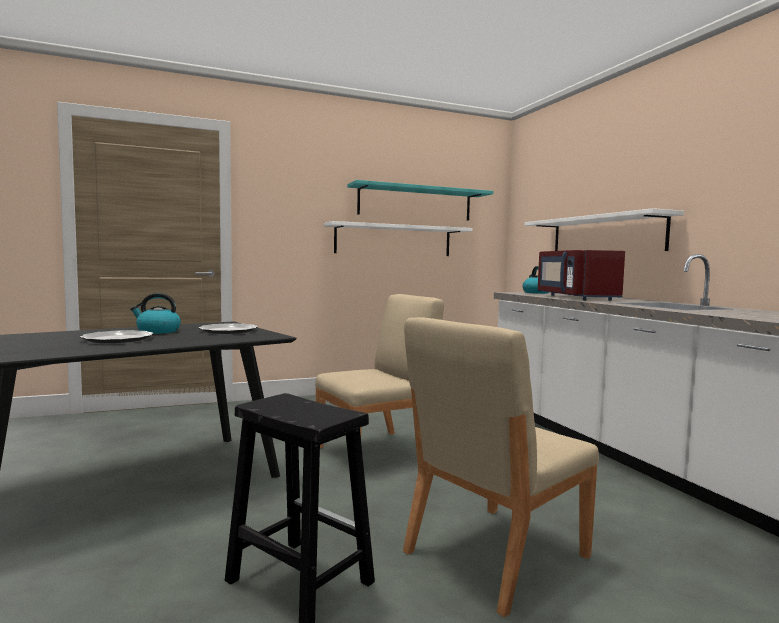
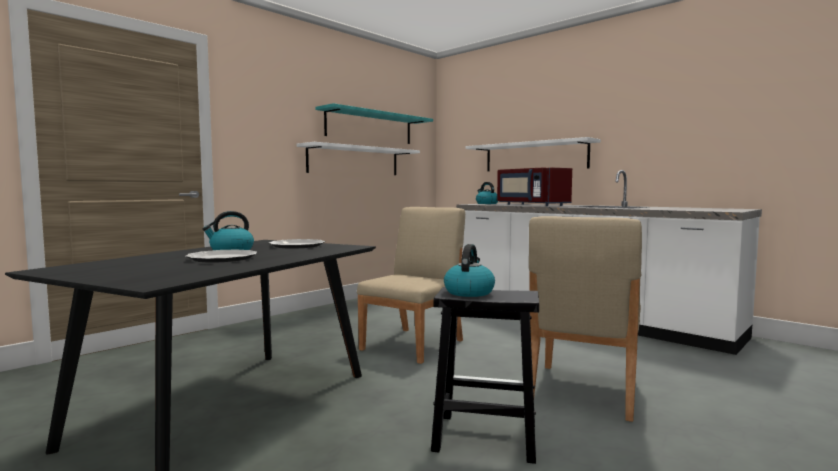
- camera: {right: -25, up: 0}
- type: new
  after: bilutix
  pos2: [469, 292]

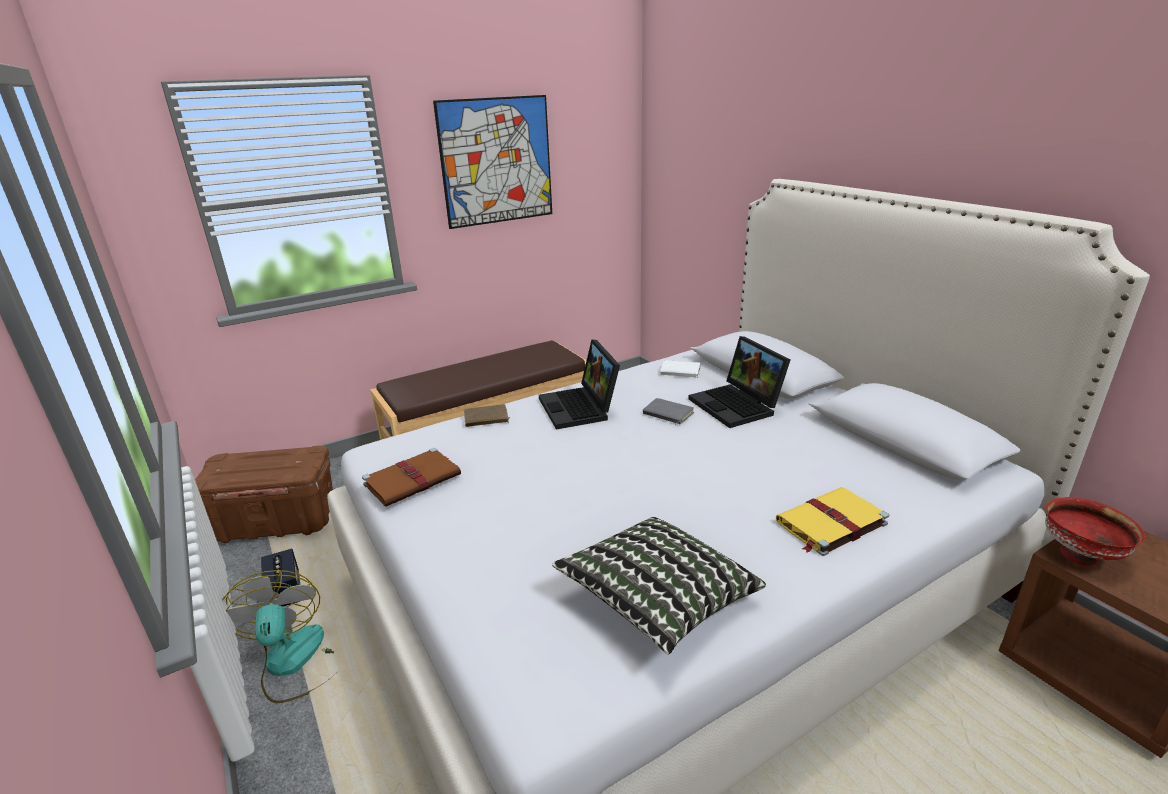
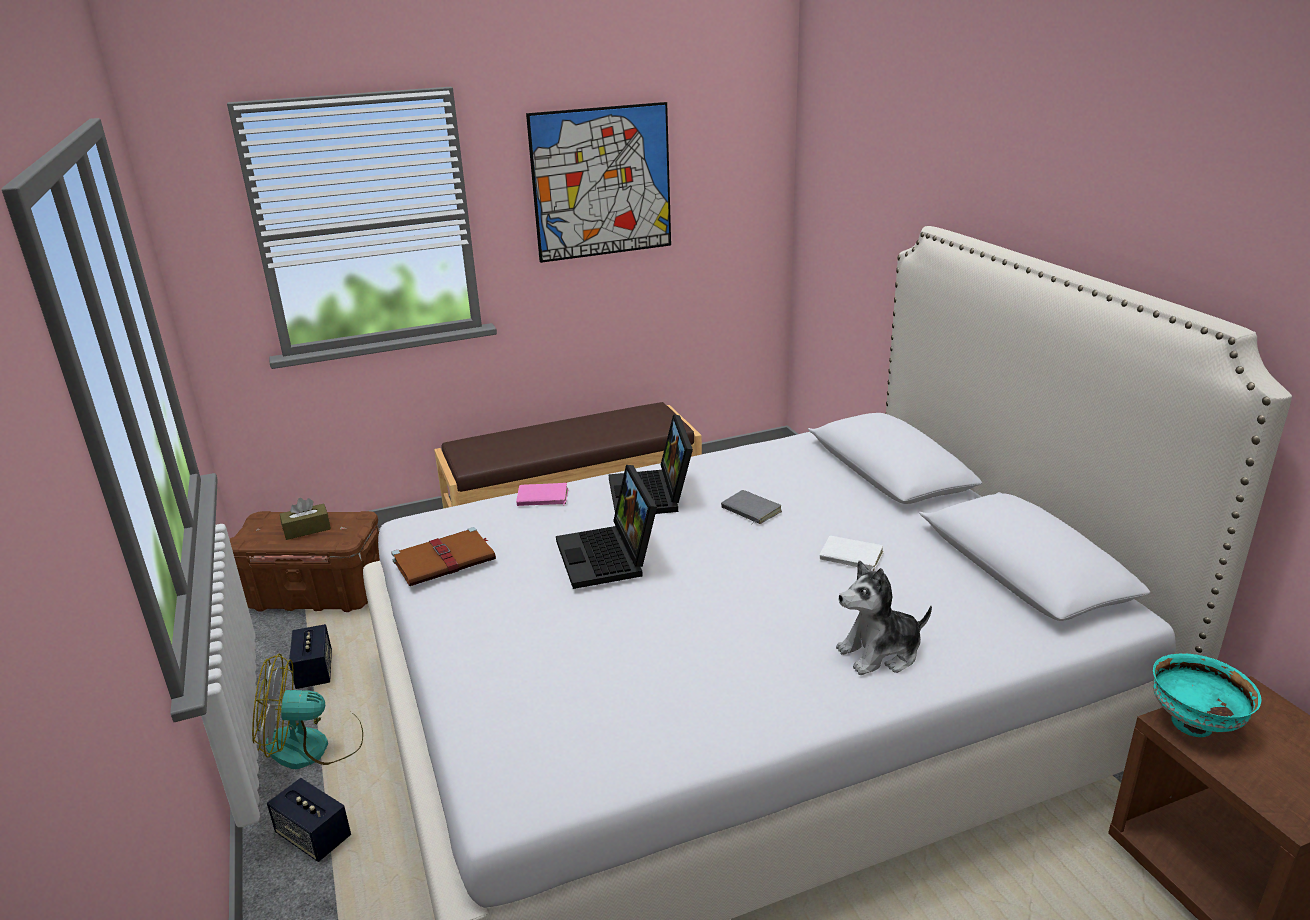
- camera: {right: 10, up: 0}
- type: rotated
  before: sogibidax
  pos1: [295, 663]
  pos2: [313, 746]
  turn: -90
- type: repainted
  before: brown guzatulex
  after: pink guzatulex
  pos1: [486, 419]
  pos2: [542, 498]
- type: gone
  before: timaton
  pos1: [657, 600]
- type: shifted
  before: white guzatulex
  pos1: [680, 372]
  pos2: [850, 557]
- type: shifted
  before: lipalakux
  pos1: [738, 406]
  pos2: [609, 557]
- type: swapped
  before: yellow guzatulex
  after: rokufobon
  pos1: [830, 523]
  pos2: [880, 653]
- type: repainted
  before: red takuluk
  after: turquoise takuluk
  pos1: [1079, 555]
  pos2: [1194, 724]
- type: new
  after: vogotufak
  pos2: [314, 836]
- type: new
  after: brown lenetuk
  pos2: [307, 529]

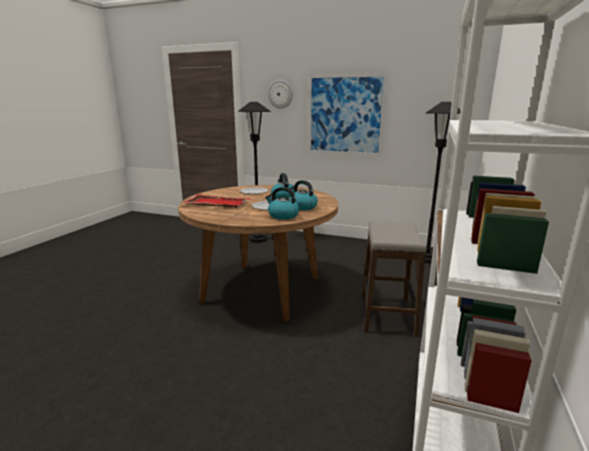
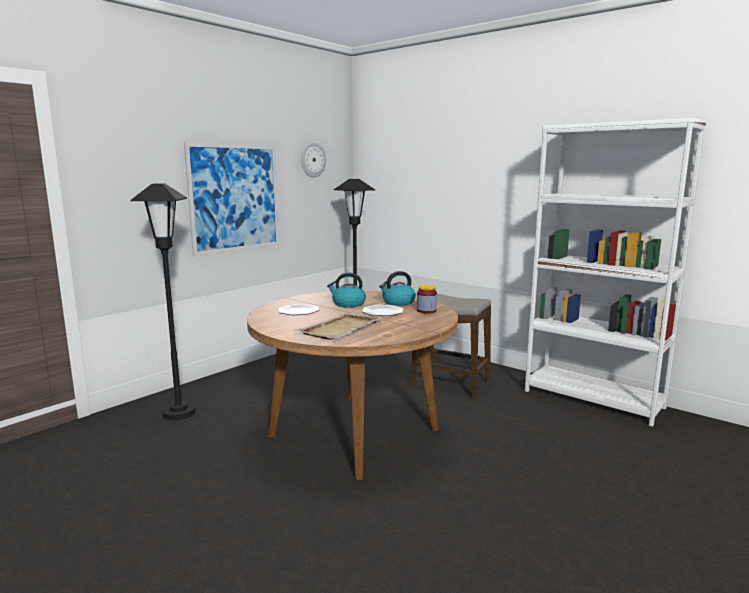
- camera: {right: -70, up: -5}
- type: repainted
  before: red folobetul
  after: beige folobetul
  pos1: [216, 203]
  pos2: [339, 329]
- type: swapped
  before: bilutix
  after: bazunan
  pos1: [282, 216]
  pos2: [426, 311]
- type: shifted
  before: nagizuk
  pos1: [280, 94]
  pos2: [312, 160]

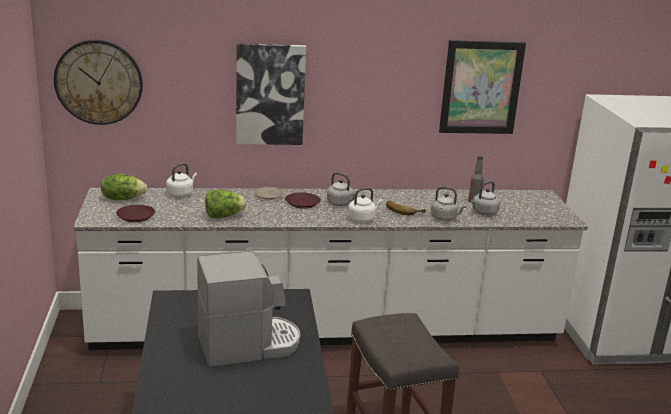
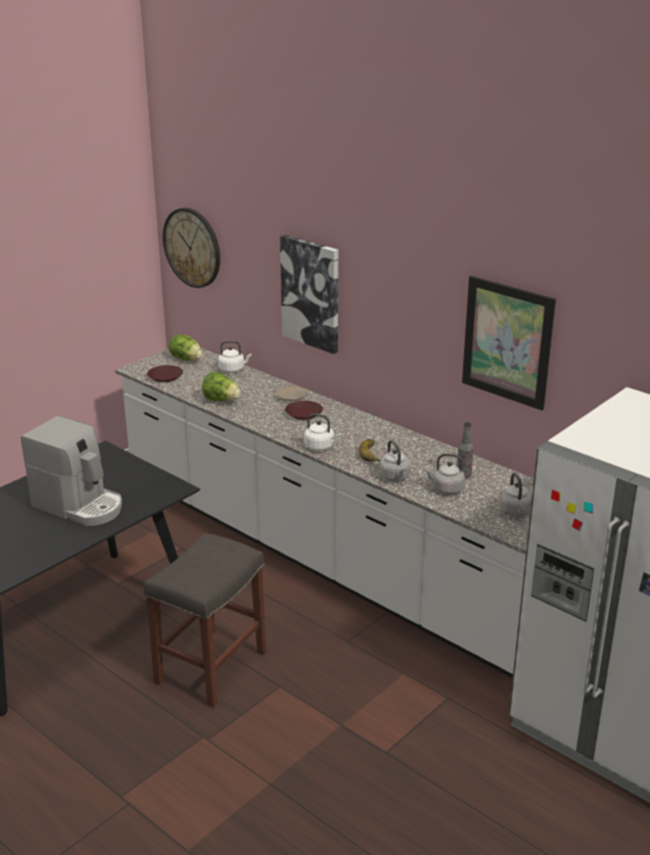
- camera: {right: 50, up: 5}
- type: shifted
  before: grey bilutix
  pos1: [341, 204]
  pos2: [515, 512]

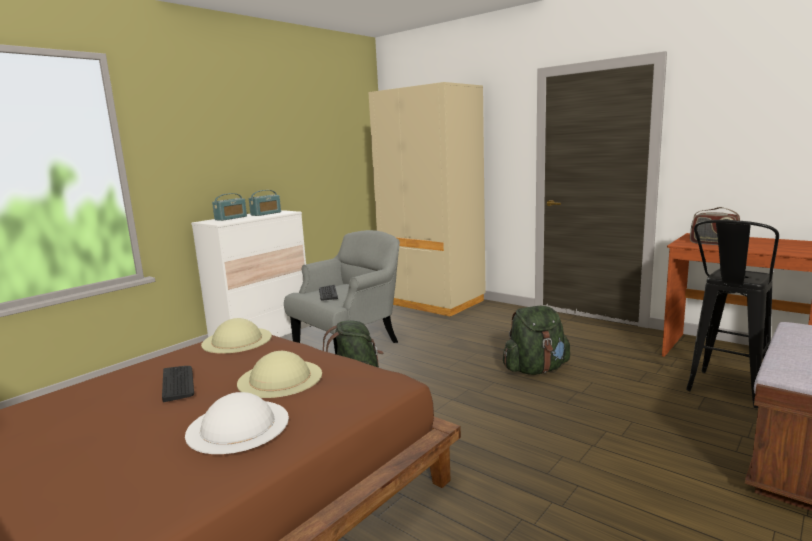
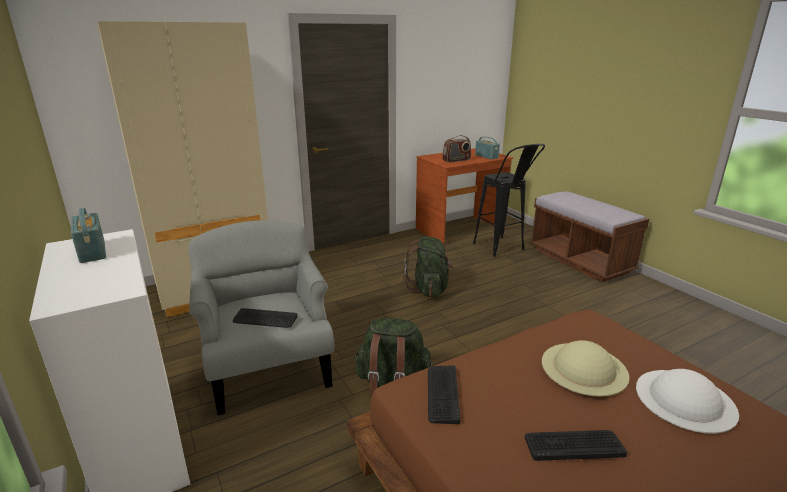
- camera: {right: -70, up: 10}
- type: swapped
  before: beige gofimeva
  after: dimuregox
  pos1: [237, 340]
  pos2: [442, 394]
- type: shifted
  before: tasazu
  pos1: [231, 218]
  pos2: [486, 156]

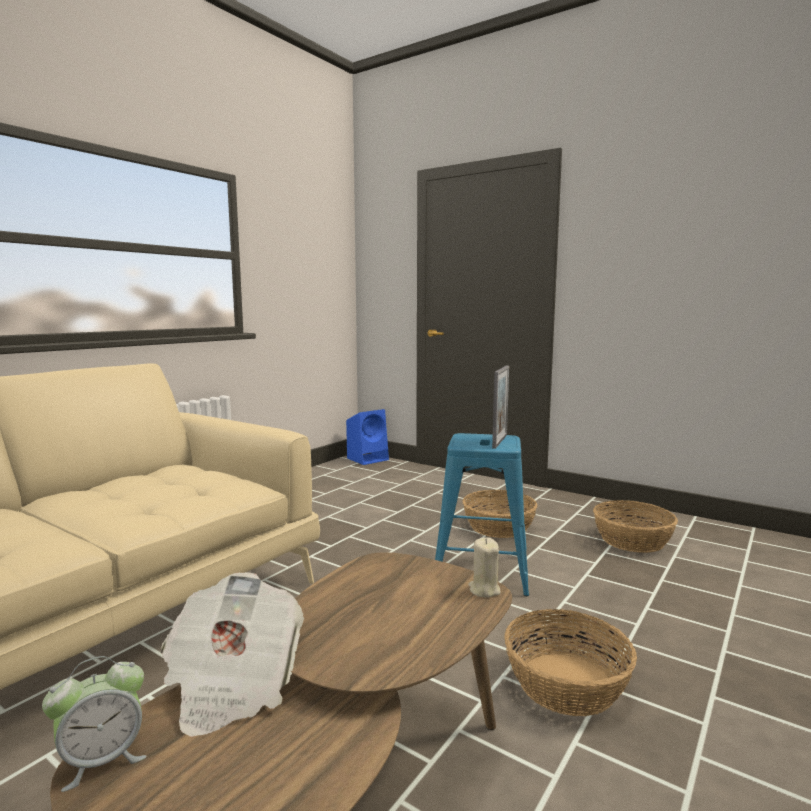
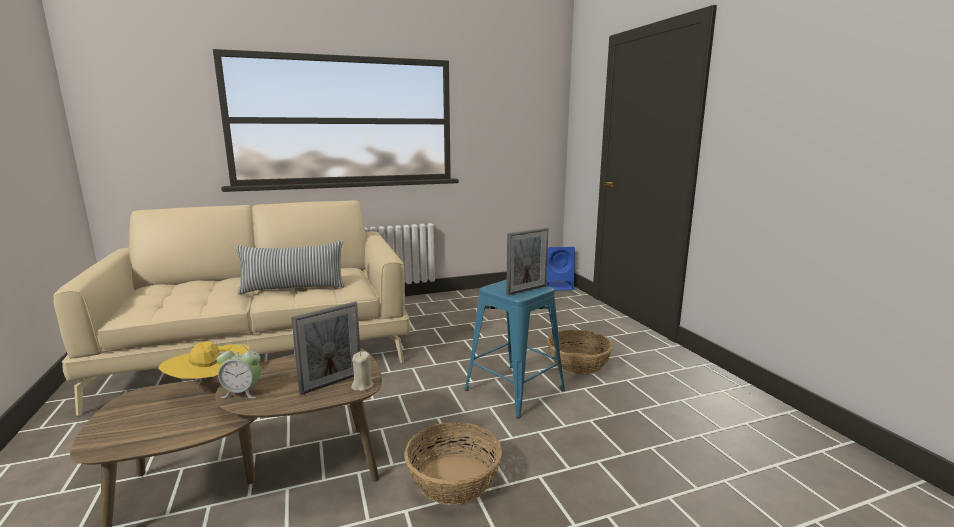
- camera: {right: 35, up: 5}
- type: shifted
  before: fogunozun
  pos1: [102, 760]
  pos2: [242, 393]
- type: swapped
  before: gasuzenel
  after: yellow gofimeva
  pos1: [232, 683]
  pos2: [210, 387]
- type: gone
  before: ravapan
  pos1: [633, 540]
- type: new
  after: timaton
  pos2: [293, 288]
- type: new
  after: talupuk
  pos2: [331, 383]

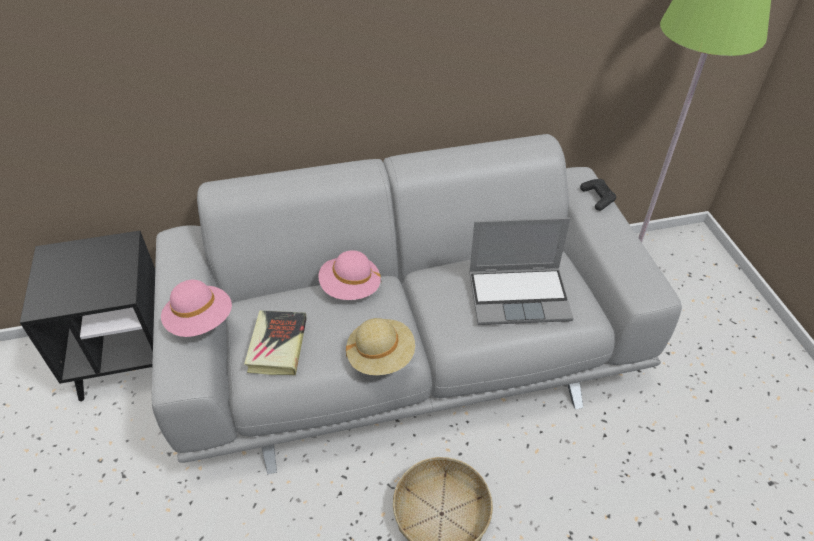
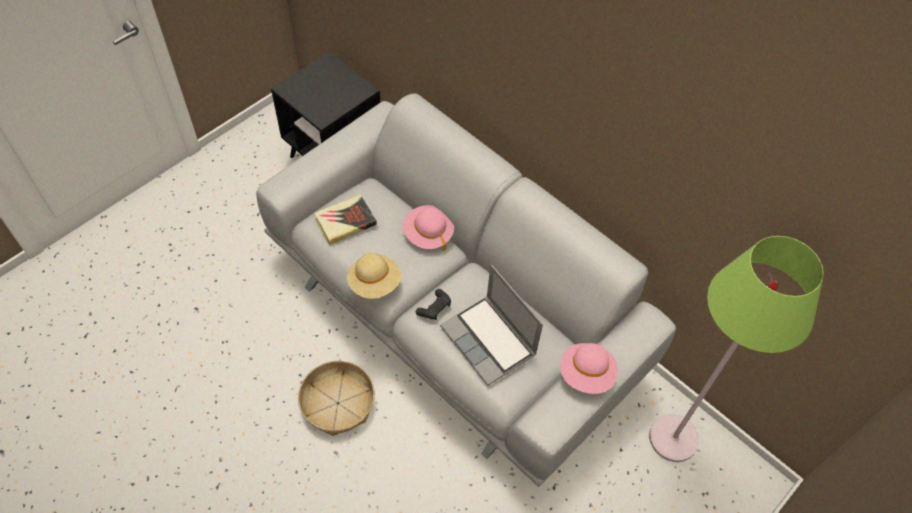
- camera: {right: 55, up: 10}
- type: shifted
  before: pink gofimeva
  pos1: [200, 321]
  pos2: [586, 374]
- type: shifted
  before: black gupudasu
  pos1: [597, 198]
  pos2: [434, 308]

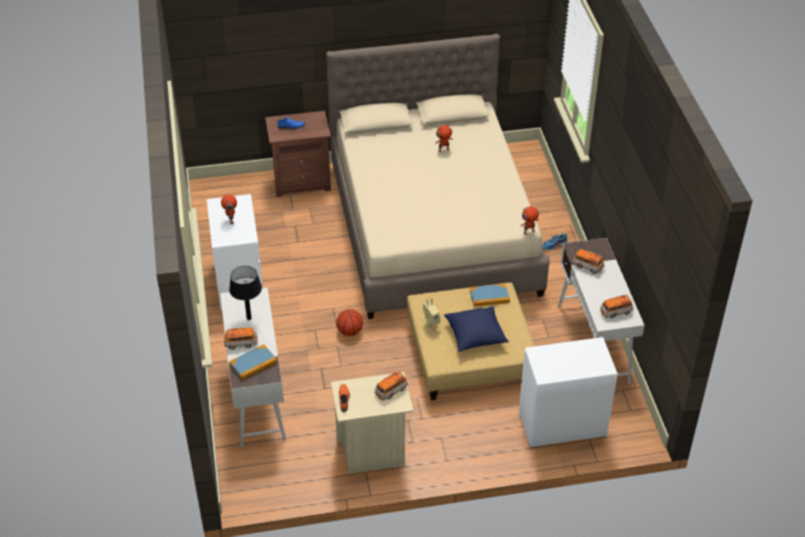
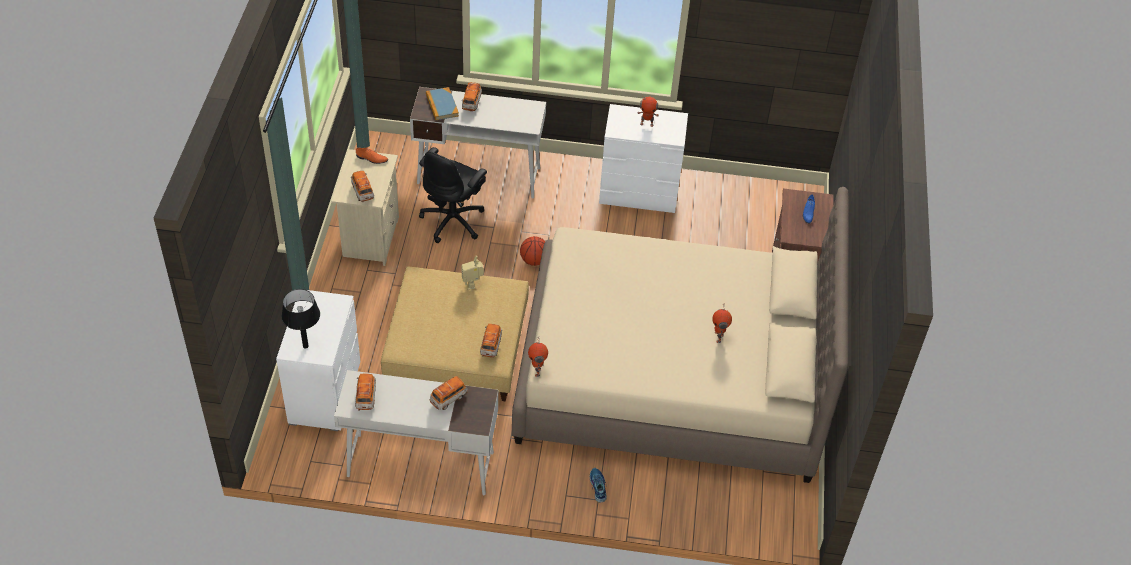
- camera: {right: 105, up: 5}
- type: shifted
  before: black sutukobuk
  pos1: [249, 318]
  pos2: [305, 346]
- type: gone
  before: blue timaton
  pos1: [475, 336]
- type: swapped
  before: guzatulex
  after: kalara
  pos1: [489, 296]
  pos2: [491, 345]
- type: new
  after: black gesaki
  pos2: [453, 221]

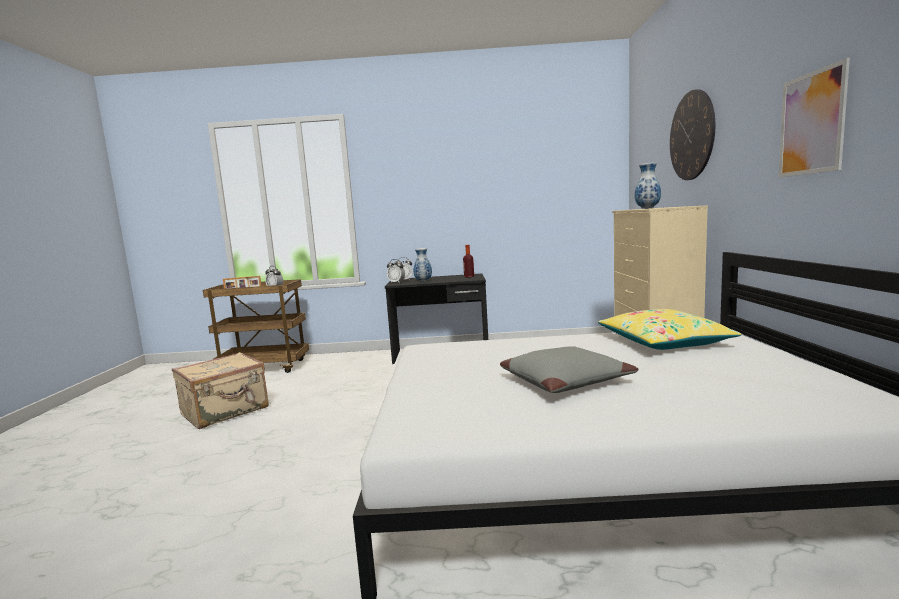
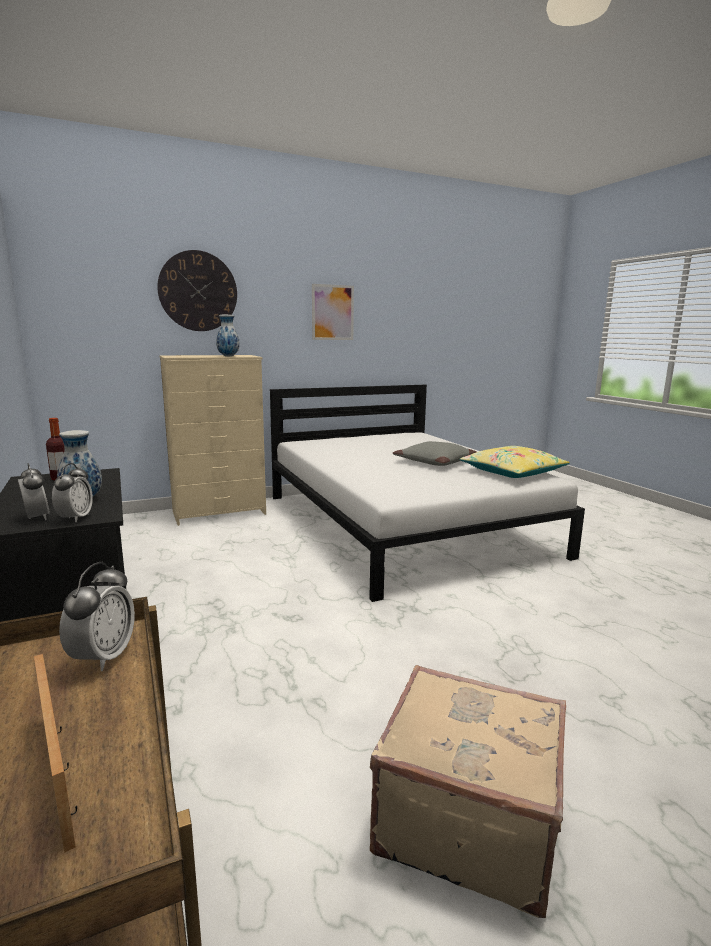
- camera: {right: -115, up: 5}
- type: shifted
  before: yellow timaton
  pos1: [663, 342]
  pos2: [512, 472]

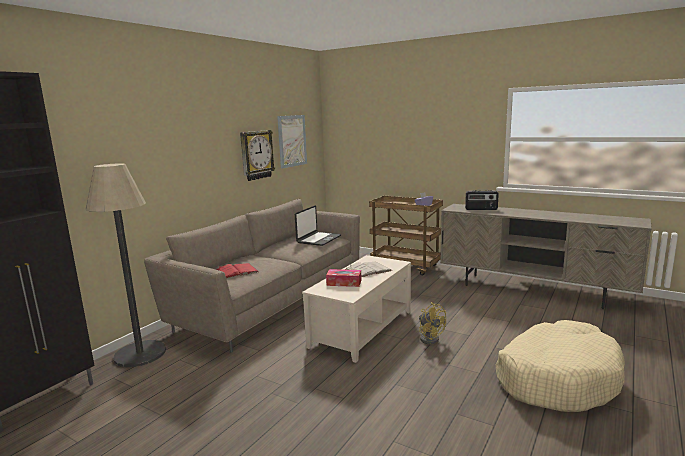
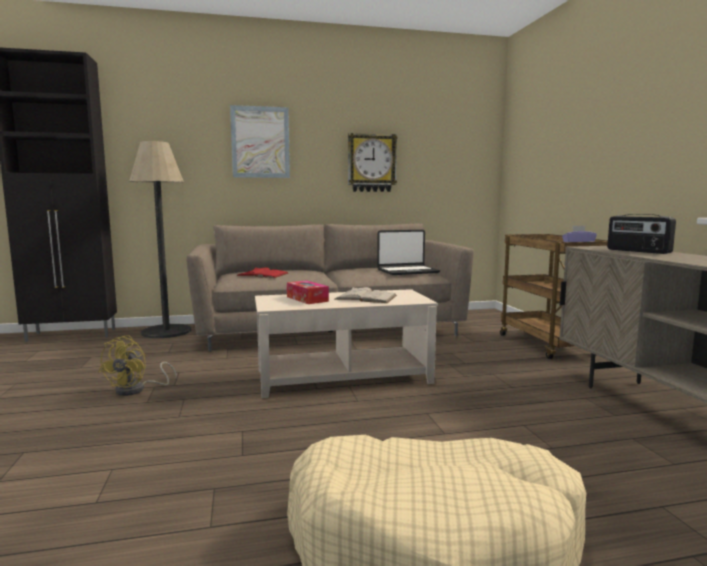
- camera: {right: 45, up: -5}
- type: shifted
  before: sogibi
  pos1: [292, 141]
  pos2: [260, 142]
- type: shifted
  before: yellow sogibidax
  pos1: [429, 338]
  pos2: [137, 390]

